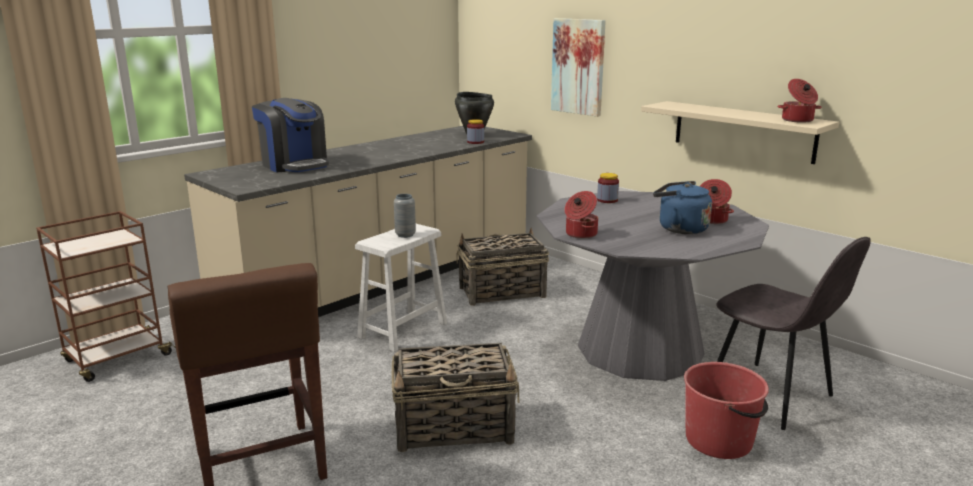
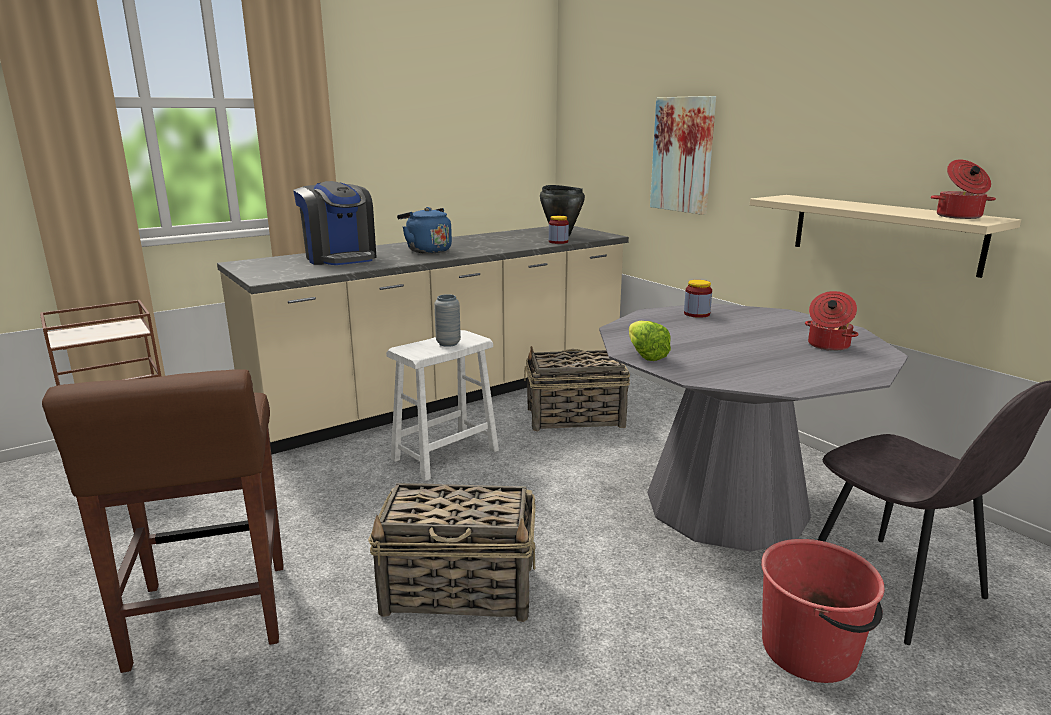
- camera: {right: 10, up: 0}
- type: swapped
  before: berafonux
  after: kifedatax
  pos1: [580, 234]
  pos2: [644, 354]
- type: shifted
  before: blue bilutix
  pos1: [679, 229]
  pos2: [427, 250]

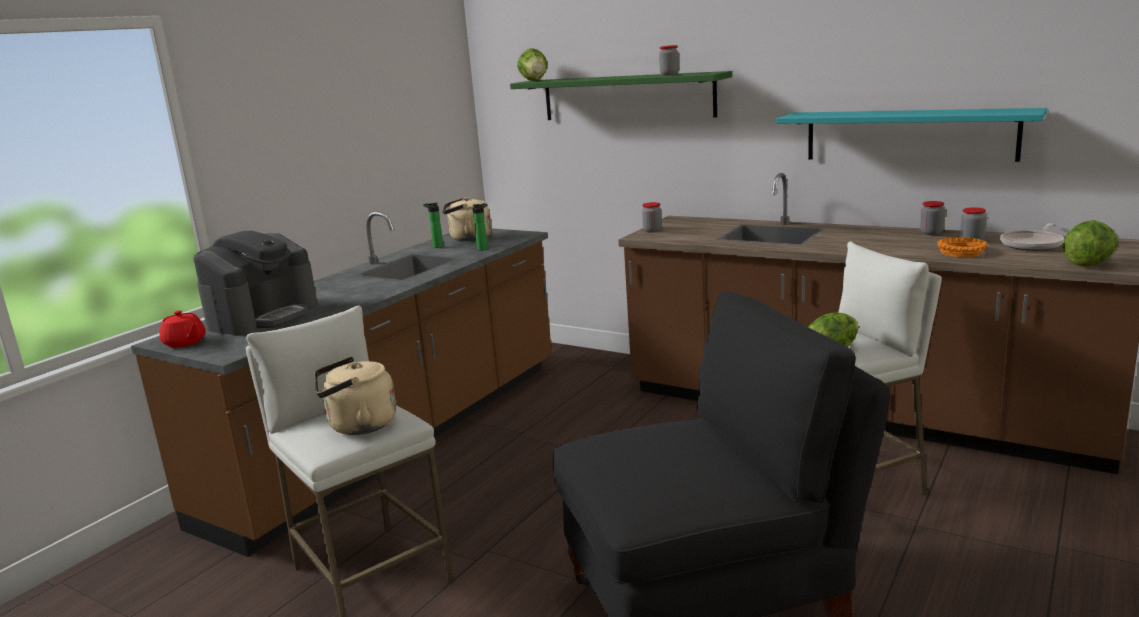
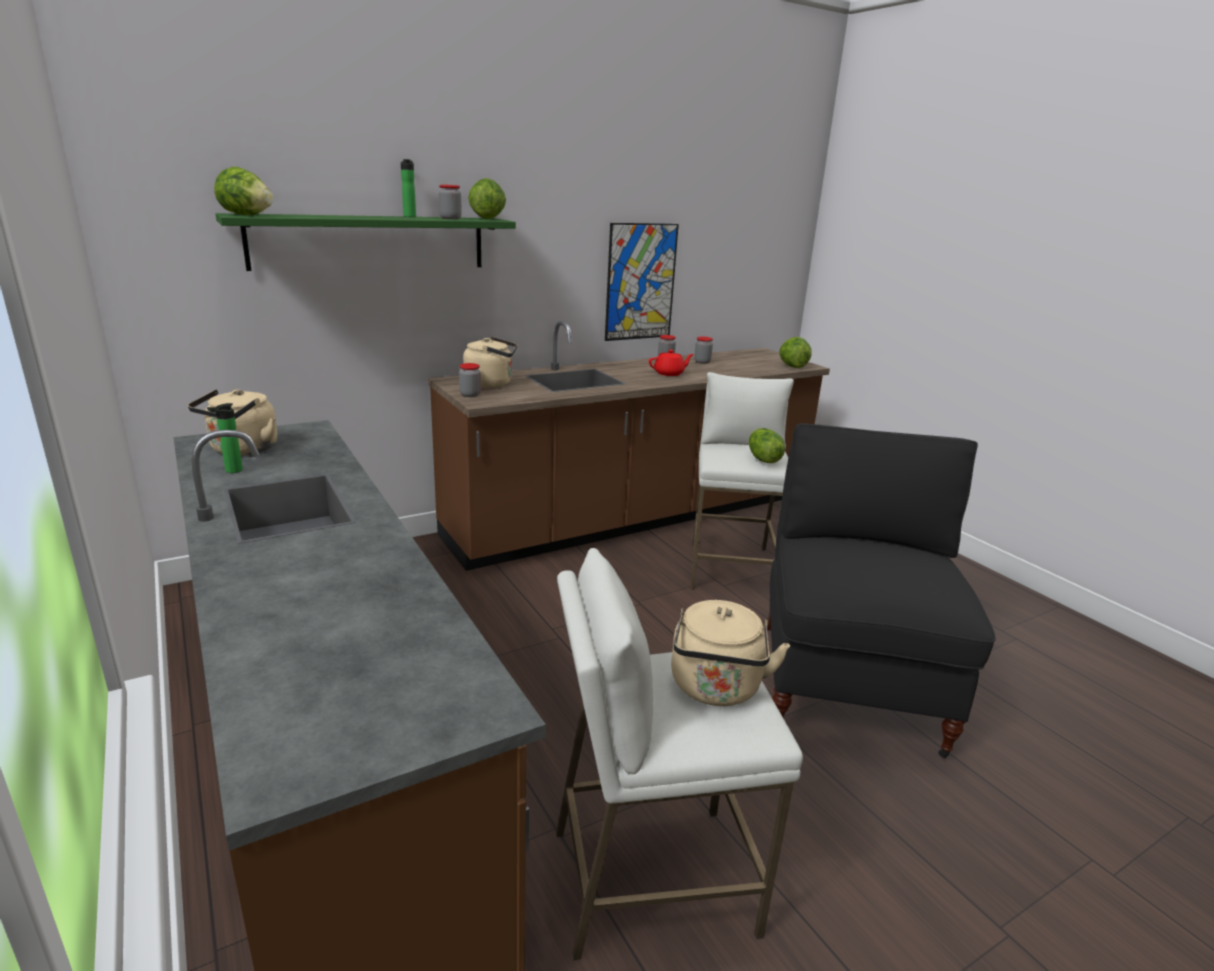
- camera: {right: -65, up: 5}
- type: shifted
  before: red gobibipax
  pos1: [185, 343]
  pos2: [669, 373]
- type: gone
  before: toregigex
  pos1: [263, 316]
- type: shifted
  before: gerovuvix
  pos1: [484, 249]
  pos2: [410, 216]
- type: swapped
  before: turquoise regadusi
  after: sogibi
  pos1: [909, 135]
  pos2: [640, 282]
- type: gone
  before: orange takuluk
  pos1: [961, 252]
- type: gone
  before: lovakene
  pos1: [1032, 244]
- type: new
  after: beige bilutix
  pos2: [491, 384]
- type: new
  after: kifedatax
  pos2: [487, 219]

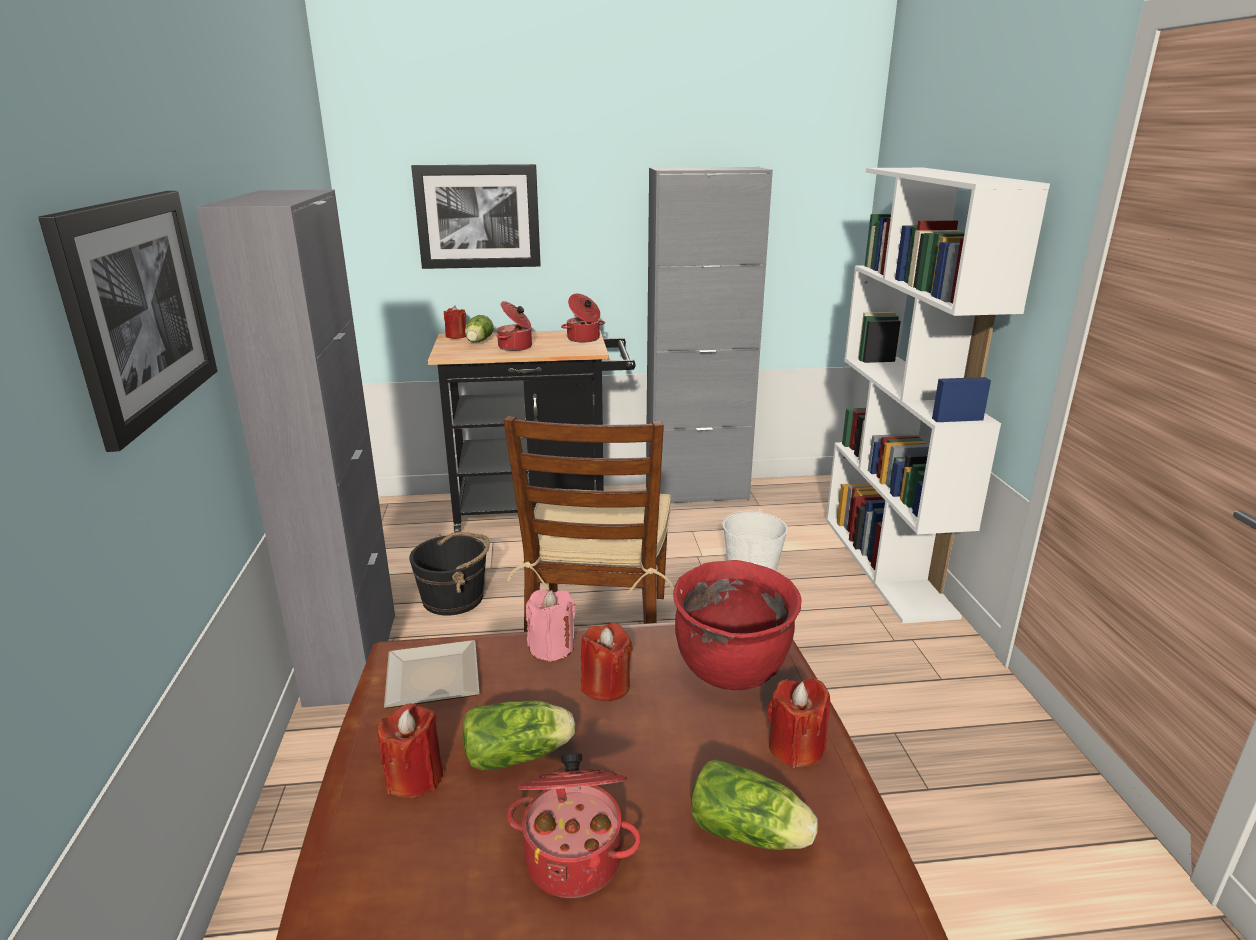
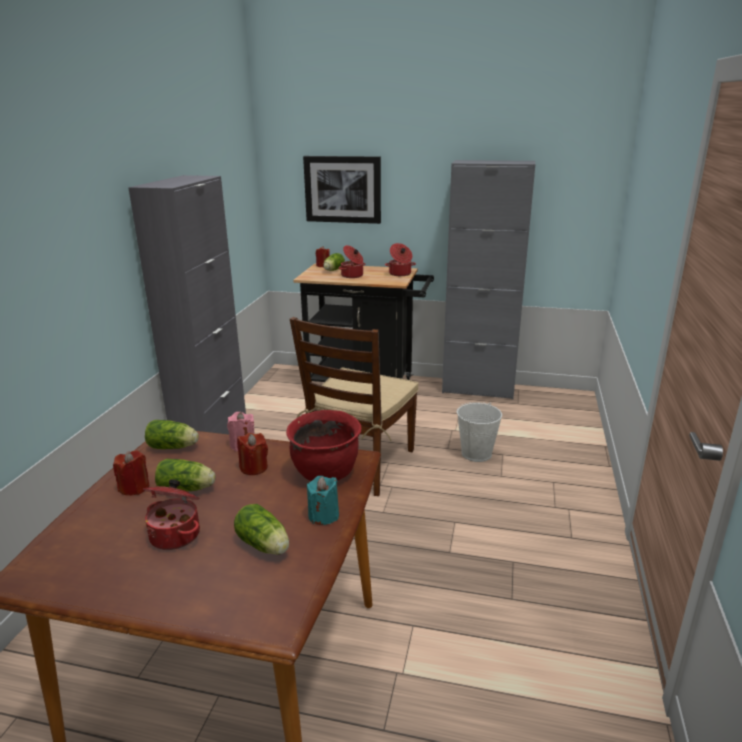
- camera: {right: 20, up: 0}
- type: gone
  before: sogibi
  pos1: [137, 309]
- type: swapped
  before: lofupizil
  after: kifedatax
  pos1: [429, 677]
  pos2: [174, 447]
- type: gone
  before: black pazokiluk
  pos1: [454, 598]
- type: repainted
  before: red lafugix
  after: turquoise lafugix
  pos1: [795, 748]
  pos2: [323, 516]
- type: gone
  before: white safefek
  pos1: [887, 565]

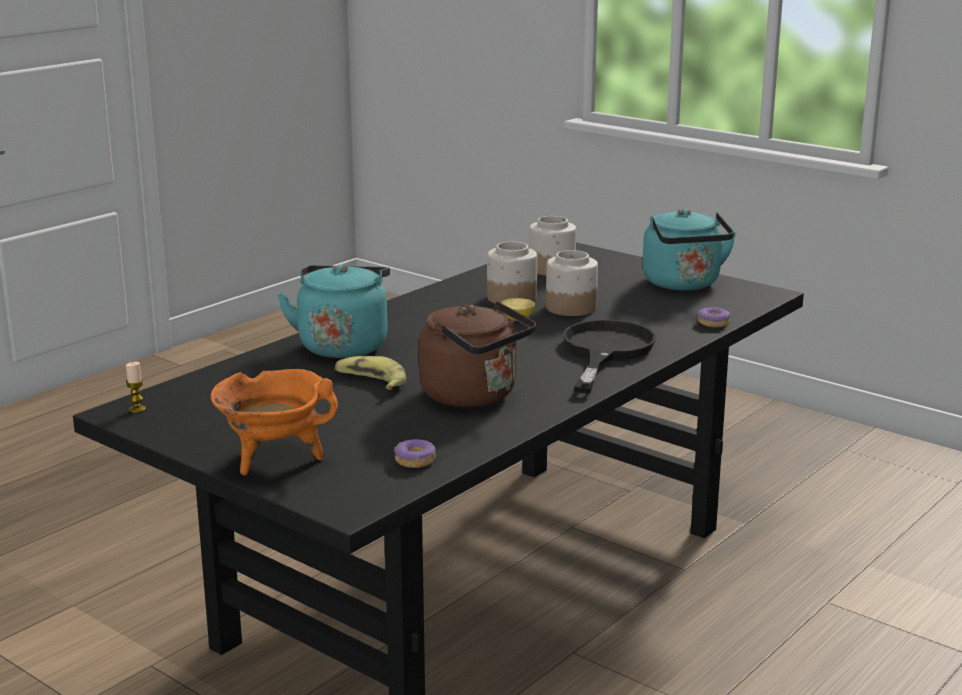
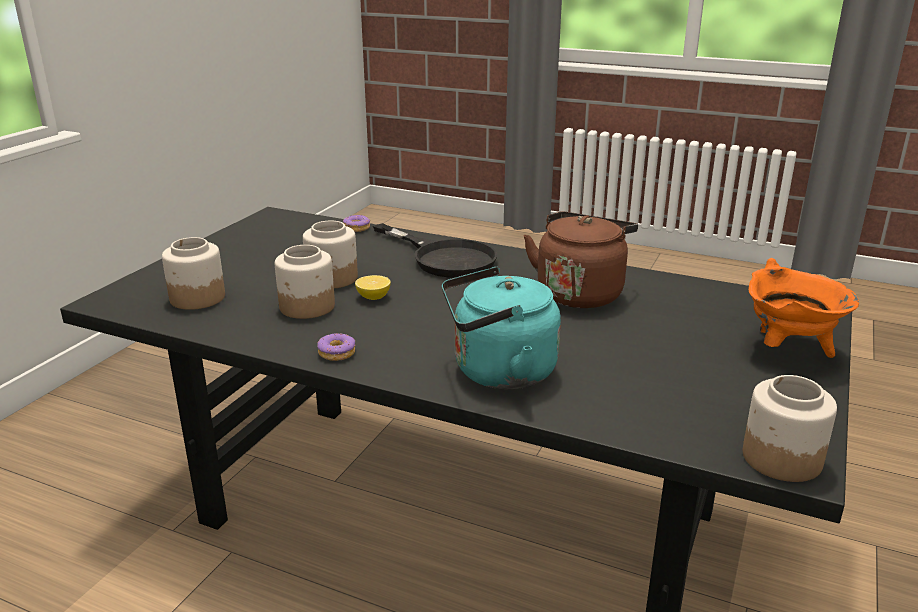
- camera: {right: -105, up: 5}
- type: swapped
  before: lafugix
  after: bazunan
  pos1: [137, 409]
  pos2: [780, 458]
- type: gone
  before: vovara
  pos1: [371, 381]
- type: shifted
  before: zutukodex
  pos1: [415, 461]
  pos2: [337, 353]
- type: rotated
  before: black lovakene
  pos1: [605, 351]
  pos2: [444, 257]
  turn: -135
- type: gone
  before: turquoise bilutix
  pos1: [684, 284]

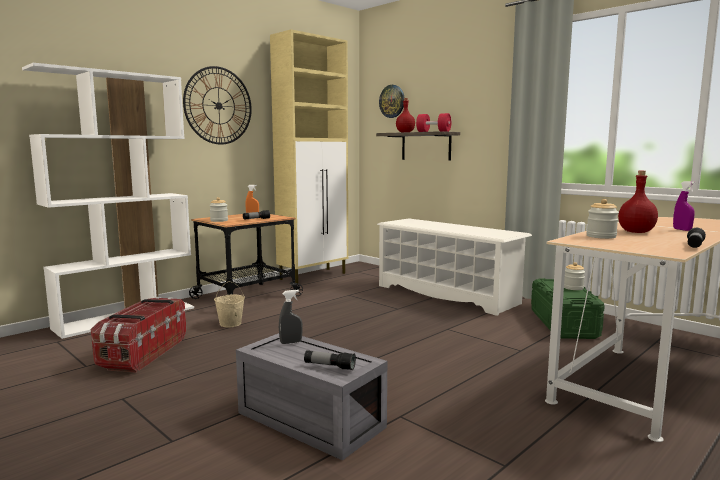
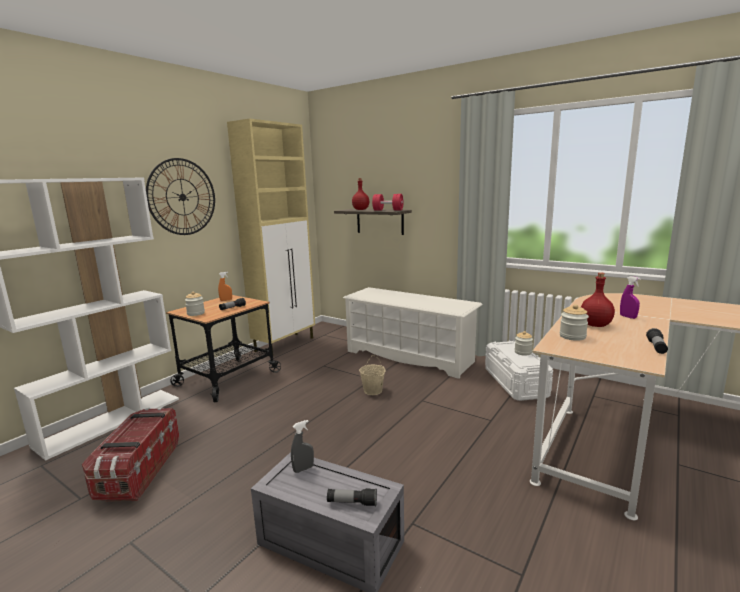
- camera: {right: -10, up: 5}
- type: shifted
  before: beige pazokiluk
  pos1: [230, 324]
  pos2: [373, 391]
- type: gone
  before: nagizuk
  pos1: [392, 101]
- type: repainted
  before: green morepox
  after: white morepox
  pos1: [563, 324]
  pos2: [515, 383]

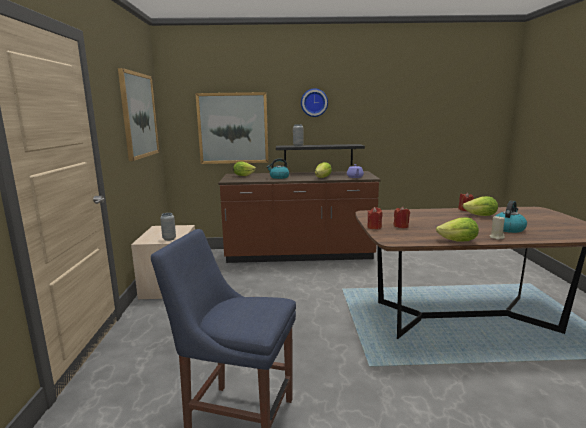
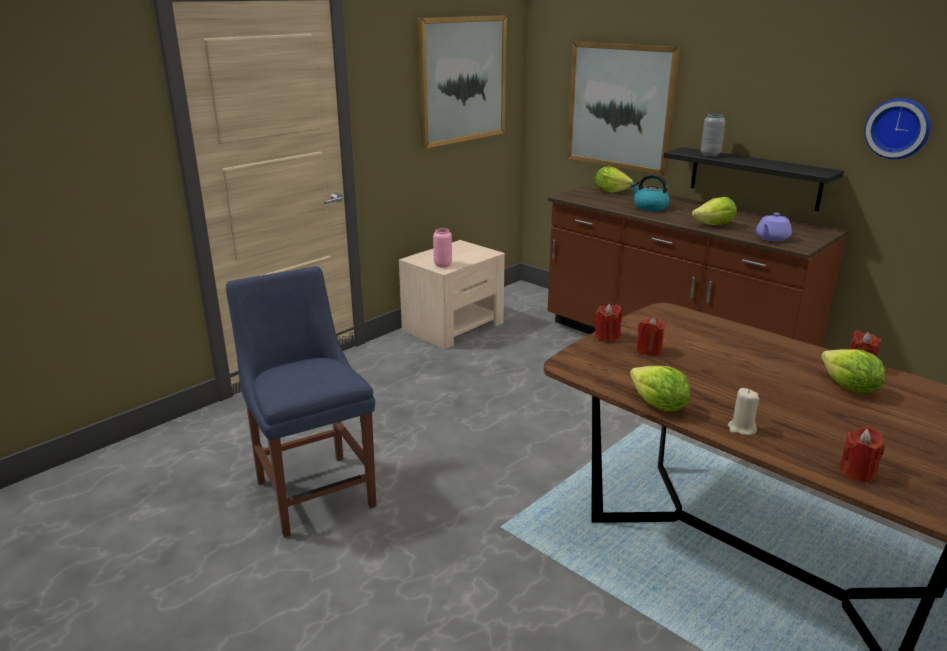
- camera: {right: 45, up: 10}
- type: repainted
  before: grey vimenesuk
  after: pink vimenesuk
  pos1: [169, 239]
  pos2: [442, 265]
- type: shifted
  before: nagizuk
  pos1: [314, 102]
  pos2: [898, 128]
- type: gone
  before: bilutix
  pos1: [508, 229]
- type: new
  after: red lafugix
  pos2: [857, 472]

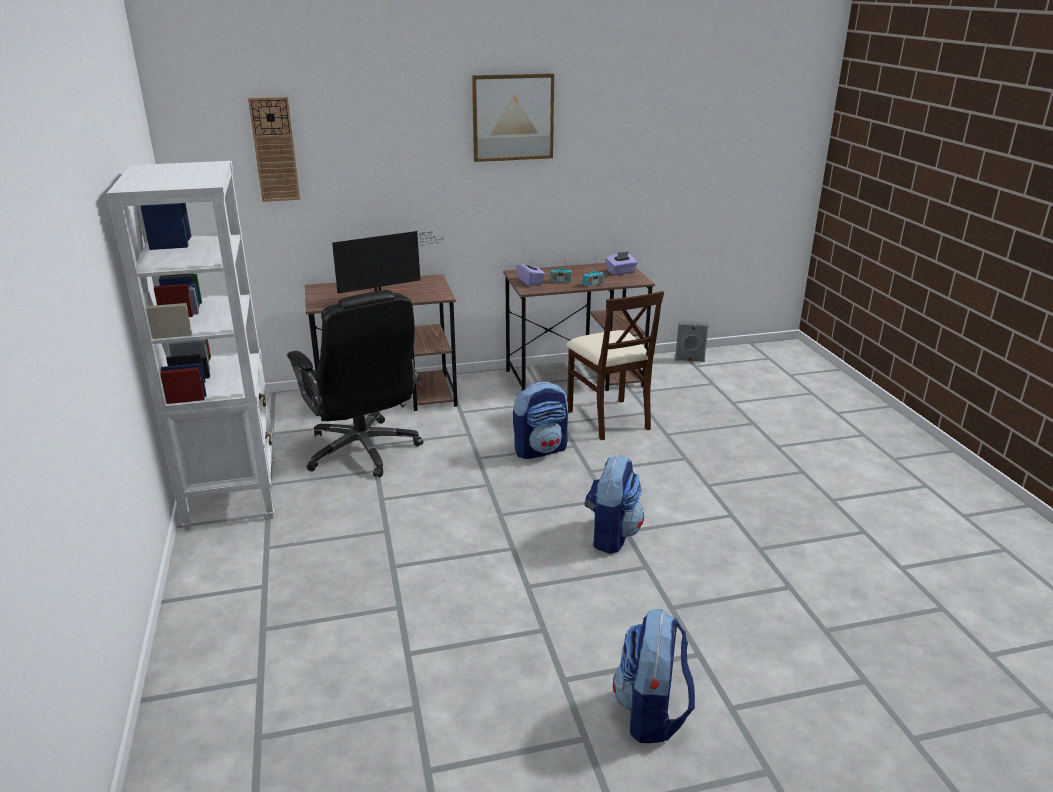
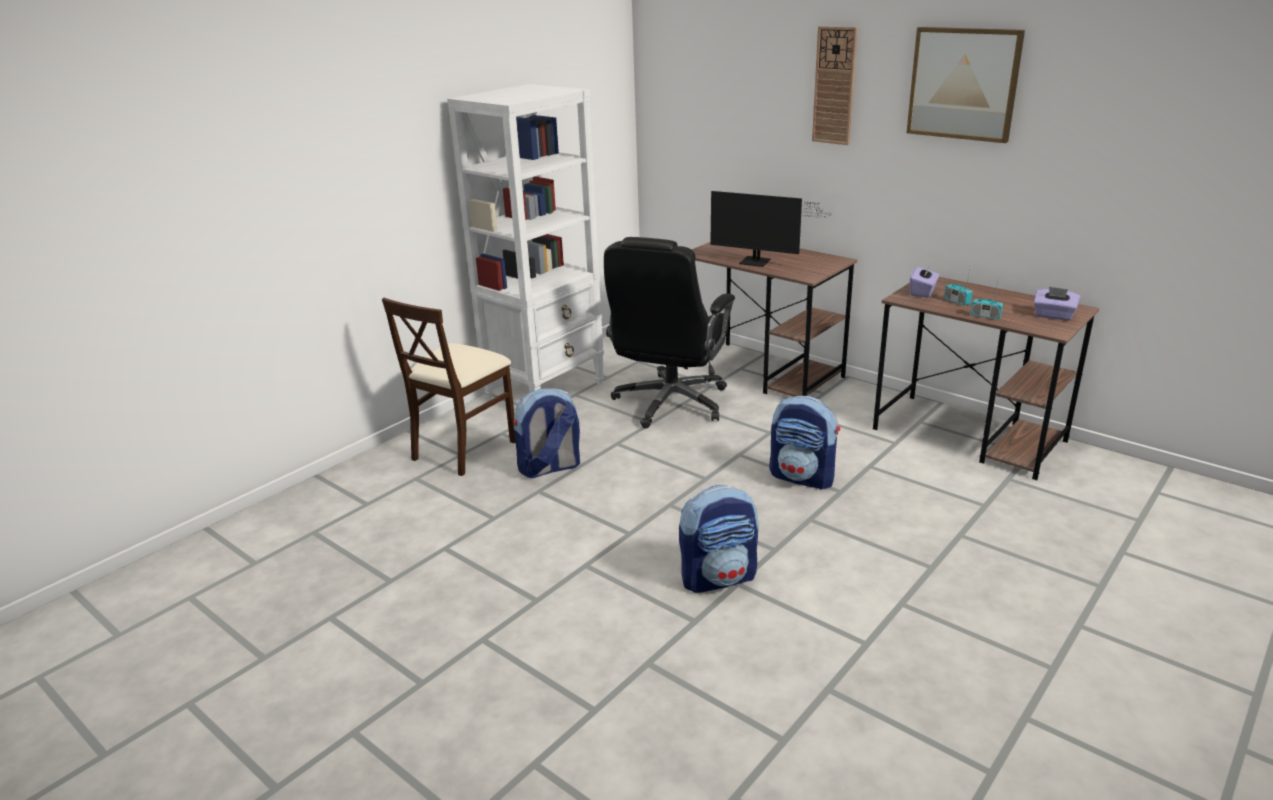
- camera: {right: 55, up: 0}
- type: shifted
  before: nagizuk
  pos1: [274, 150]
  pos2: [834, 86]
- type: shifted
  before: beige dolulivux
  pos1: [609, 419]
  pos2: [464, 448]
- type: shifted
  before: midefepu
  pos1: [652, 713]
  pos2: [549, 468]
- type: gone
  before: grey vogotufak
  pos1: [689, 360]

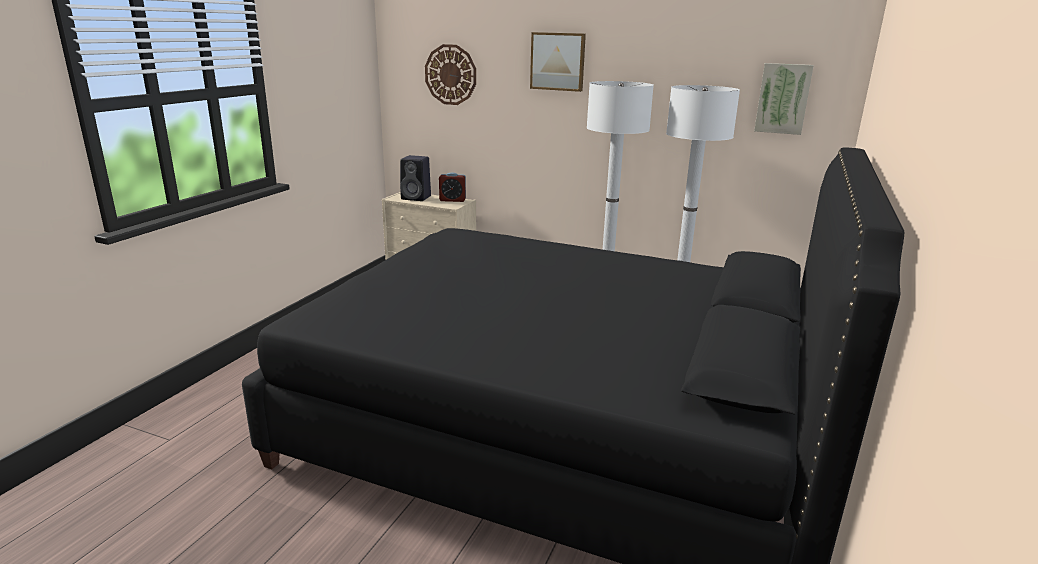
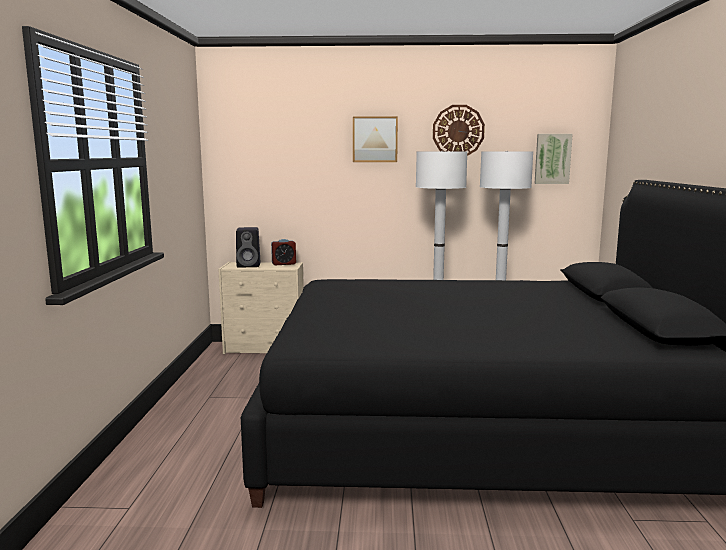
- camera: {right: -20, up: -10}
- type: shifted
  before: nagizuk
  pos1: [450, 74]
  pos2: [458, 131]

